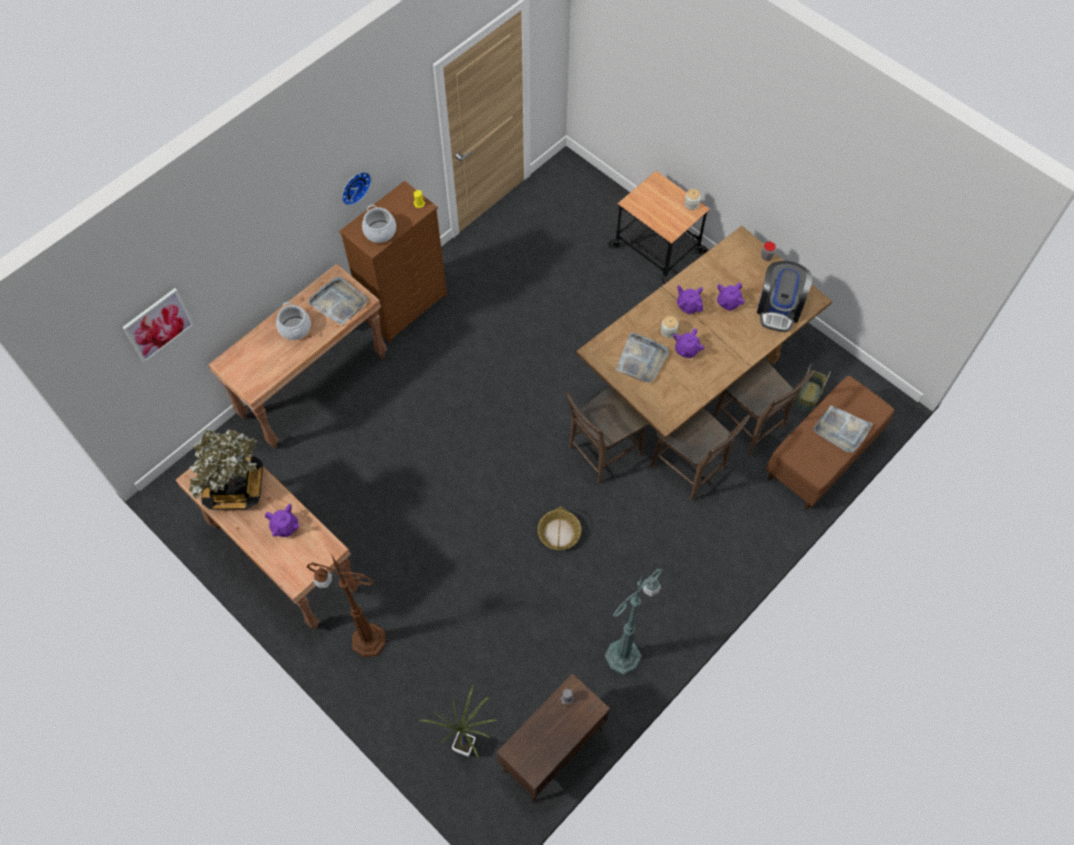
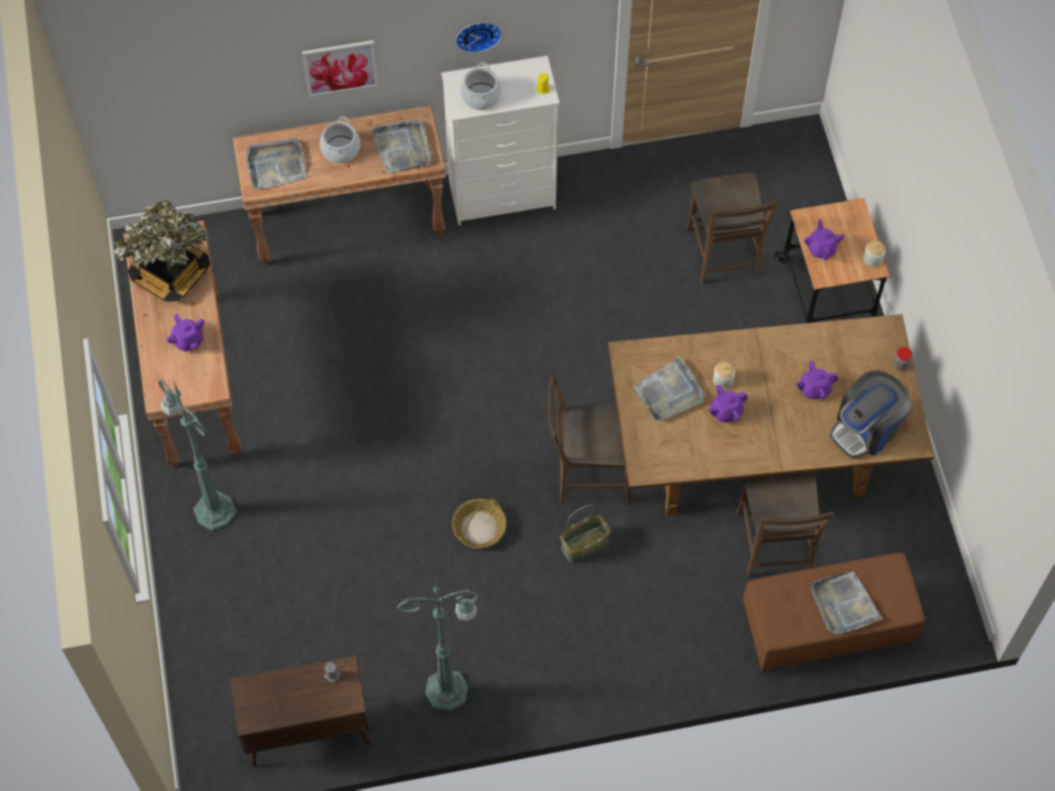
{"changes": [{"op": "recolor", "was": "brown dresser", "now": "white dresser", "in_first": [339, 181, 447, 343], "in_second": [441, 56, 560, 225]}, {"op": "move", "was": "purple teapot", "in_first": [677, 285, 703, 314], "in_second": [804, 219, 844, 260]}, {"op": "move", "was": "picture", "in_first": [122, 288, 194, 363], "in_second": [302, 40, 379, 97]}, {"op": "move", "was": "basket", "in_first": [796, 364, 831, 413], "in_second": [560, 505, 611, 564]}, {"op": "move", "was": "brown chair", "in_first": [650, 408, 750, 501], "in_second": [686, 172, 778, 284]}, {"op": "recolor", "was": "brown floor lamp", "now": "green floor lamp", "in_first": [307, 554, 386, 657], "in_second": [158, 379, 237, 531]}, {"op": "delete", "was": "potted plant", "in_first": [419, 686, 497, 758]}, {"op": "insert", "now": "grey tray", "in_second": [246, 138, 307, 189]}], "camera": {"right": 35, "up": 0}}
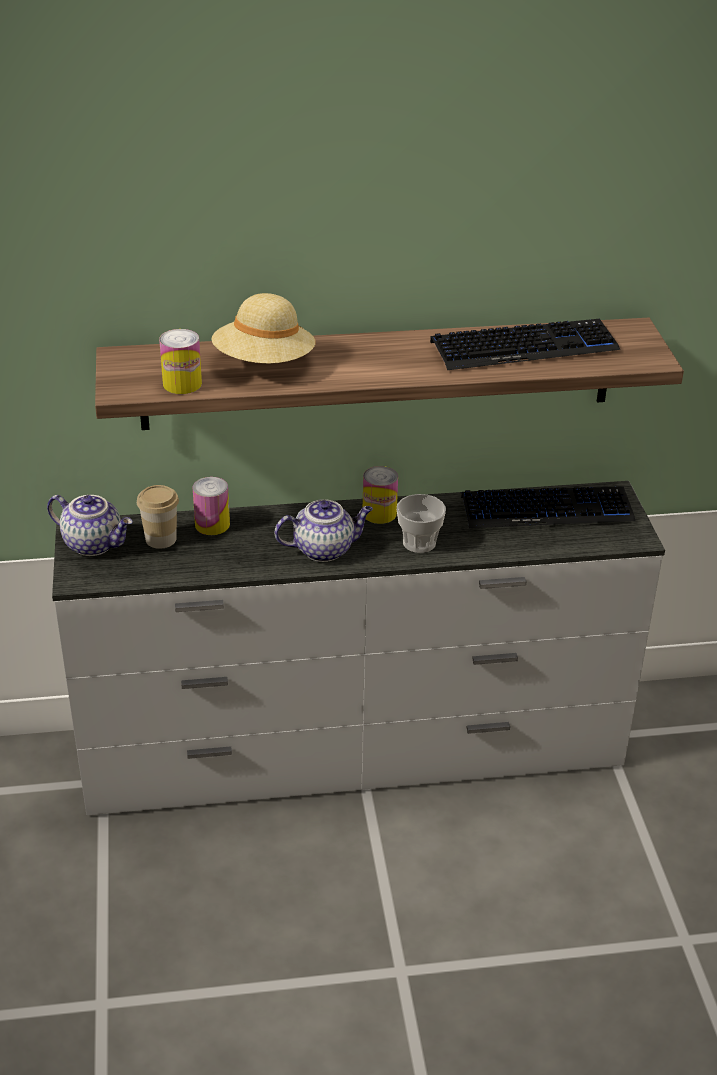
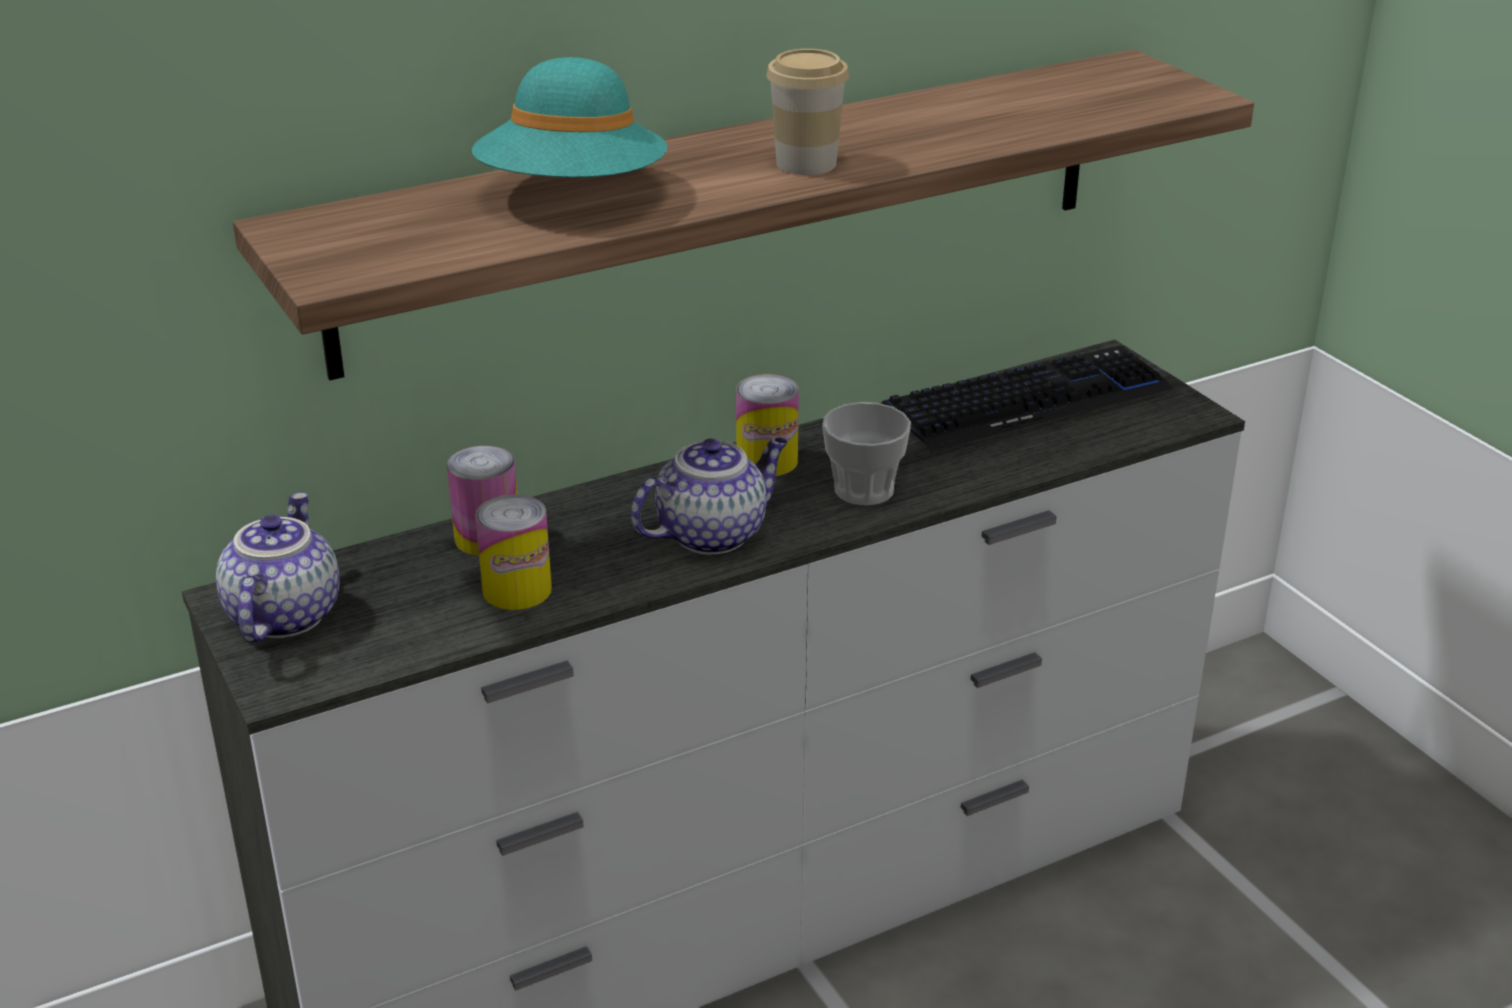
{"changes": [{"op": "recolor", "was": "beige hat", "now": "turquoise hat", "in_first": [212, 293, 315, 364], "in_second": [472, 57, 668, 177]}, {"op": "delete", "was": "keyboard", "in_first": [430, 319, 620, 370]}, {"op": "move", "was": "can", "in_first": [159, 329, 202, 394], "in_second": [475, 494, 552, 610]}, {"op": "move", "was": "cup", "in_first": [137, 485, 179, 549], "in_second": [767, 49, 849, 175]}, {"op": "rotate", "was": "teapot", "in_first": [47, 495, 133, 556], "in_second": [216, 492, 340, 642], "clockwise": -90}], "camera": {"right": -20, "up": -5}}
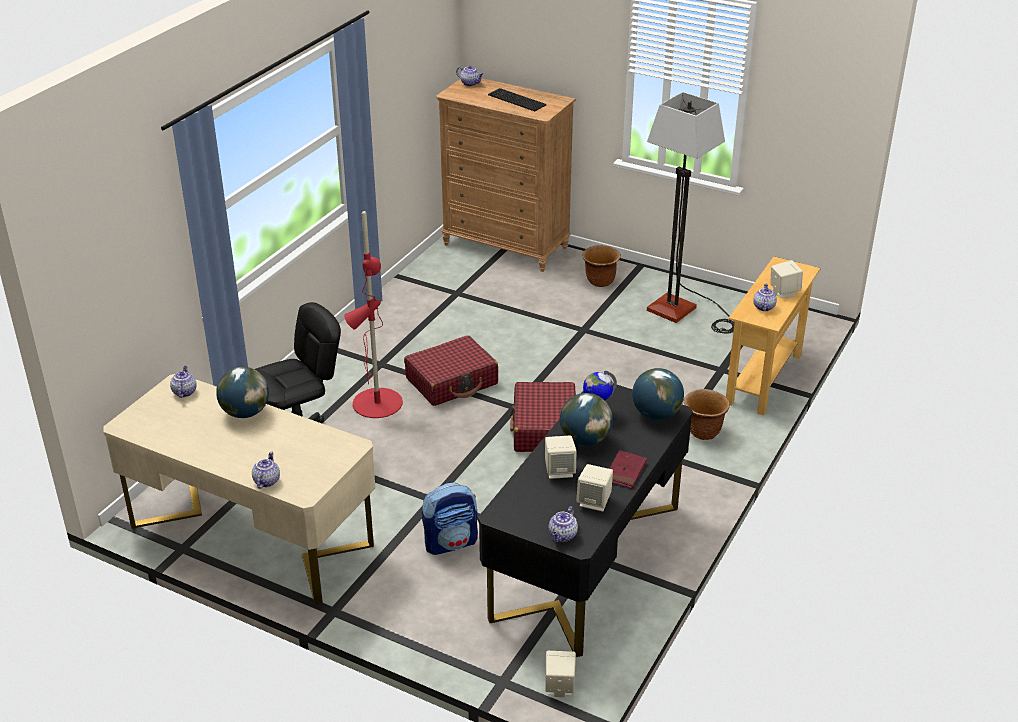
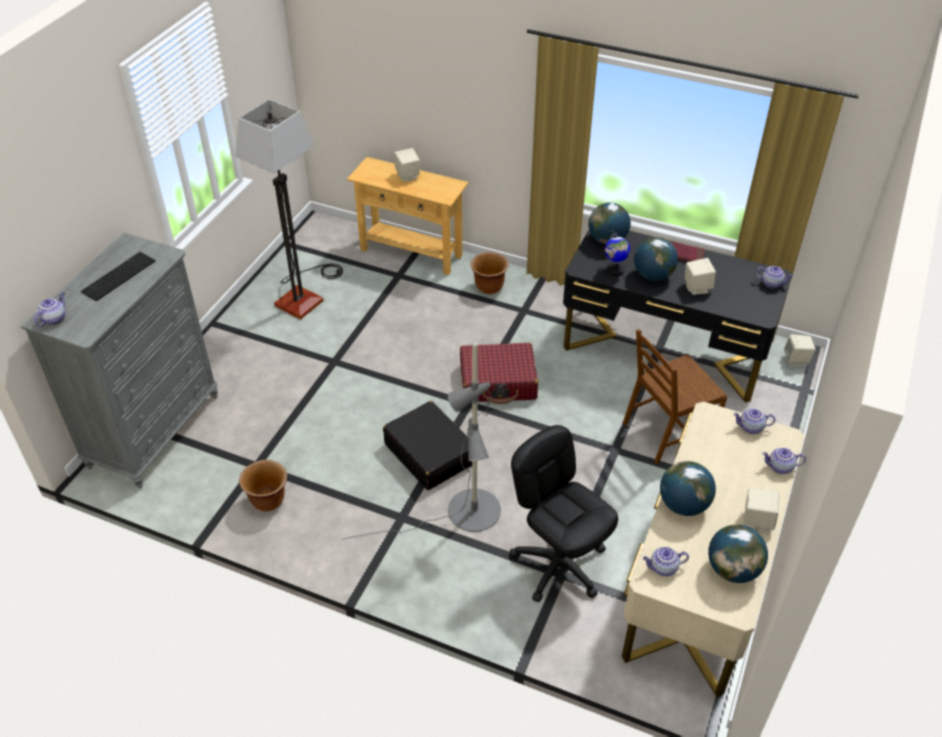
{"changes": [{"op": "recolor", "was": "brown dresser", "now": "grey dresser", "in_first": [436, 78, 576, 272], "in_second": [21, 233, 218, 488]}, {"op": "recolor", "was": "red floor lamp", "now": "grey floor lamp", "in_first": [344, 211, 403, 418], "in_second": [342, 342, 501, 540]}, {"op": "move", "was": "brown planter", "in_first": [582, 245, 621, 287], "in_second": [239, 460, 287, 511]}, {"op": "move", "was": "teapot", "in_first": [753, 284, 777, 311], "in_second": [733, 408, 775, 434]}, {"op": "recolor", "was": "red suitcase", "now": "black suitcase", "in_first": [404, 335, 498, 406], "in_second": [383, 401, 472, 490]}, {"op": "move", "was": "beige speaker", "in_first": [576, 464, 613, 512], "in_second": [744, 488, 779, 533]}, {"op": "replace", "was": "backpack", "now": "brown chair", "in_first": [422, 482, 478, 555], "in_second": [623, 329, 727, 464]}, {"op": "insert", "now": "globe", "in_second": [708, 524, 768, 583]}], "camera": {"right": -95, "up": 10}}
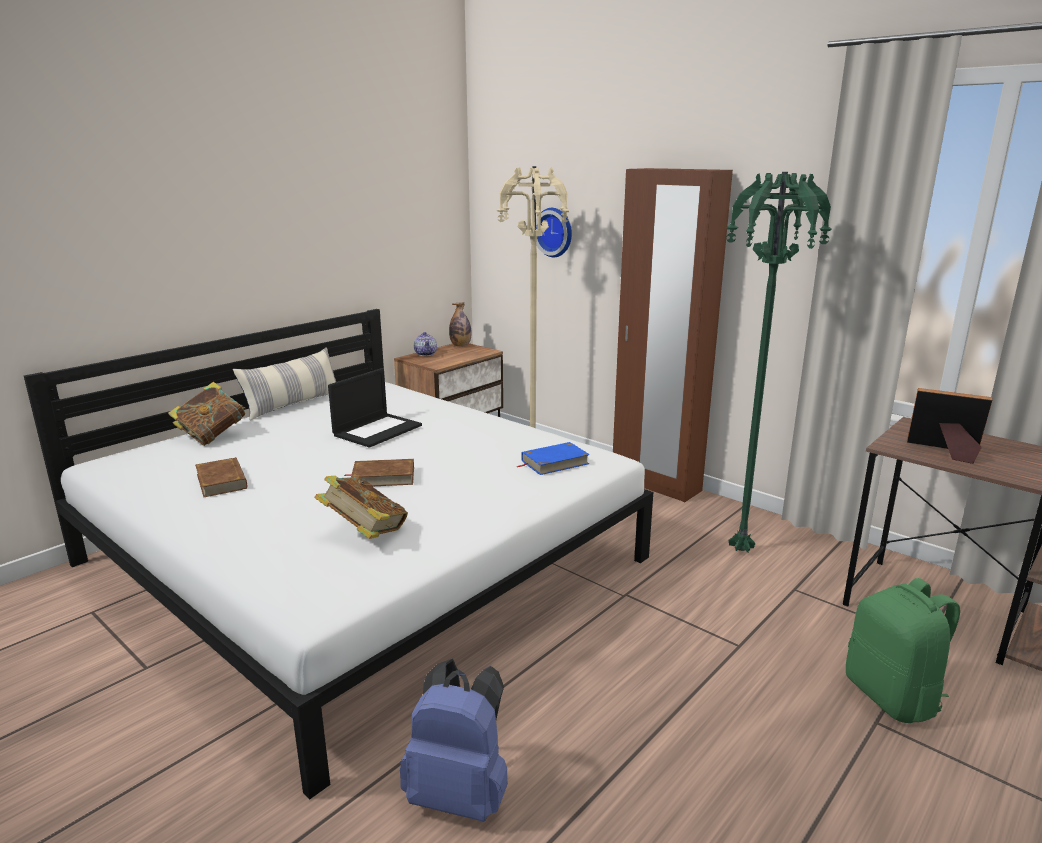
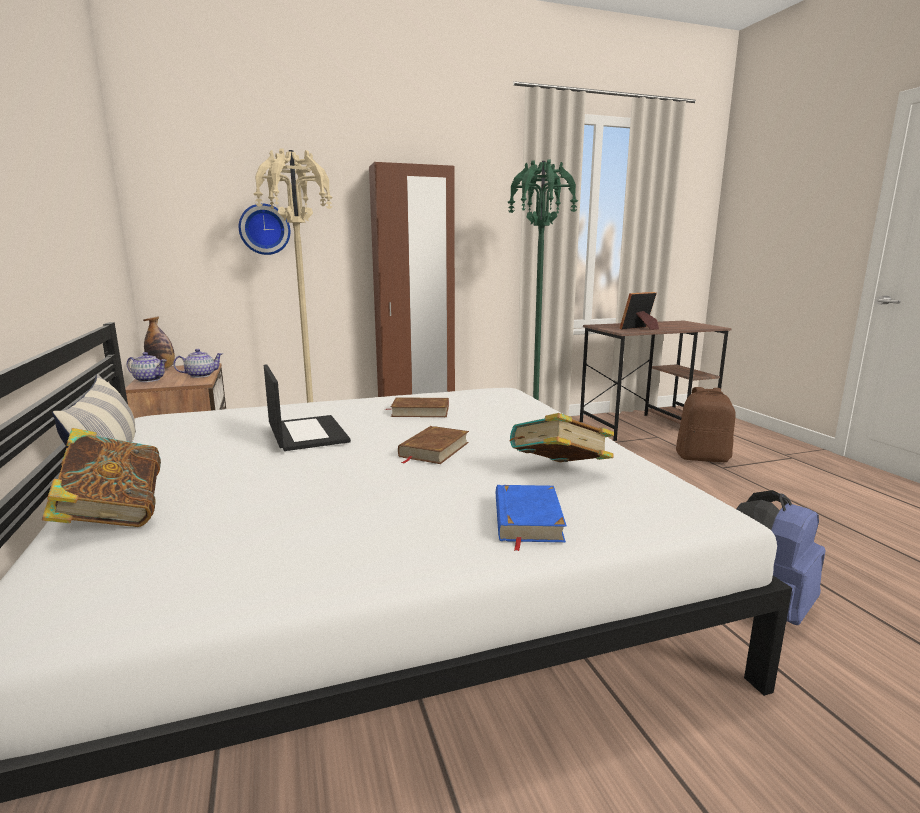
{"changes": [{"op": "move", "was": "blue book", "in_first": [517, 442, 590, 475], "in_second": [496, 485, 567, 551]}, {"op": "move", "was": "brown book", "in_first": [195, 457, 247, 497], "in_second": [385, 397, 449, 417]}, {"op": "recolor", "was": "green backpack", "now": "brown backpack", "in_first": [846, 578, 960, 723], "in_second": [676, 387, 736, 462]}, {"op": "insert", "now": "teapot", "in_second": [173, 349, 223, 378]}], "camera": {"right": -60, "up": -5}}
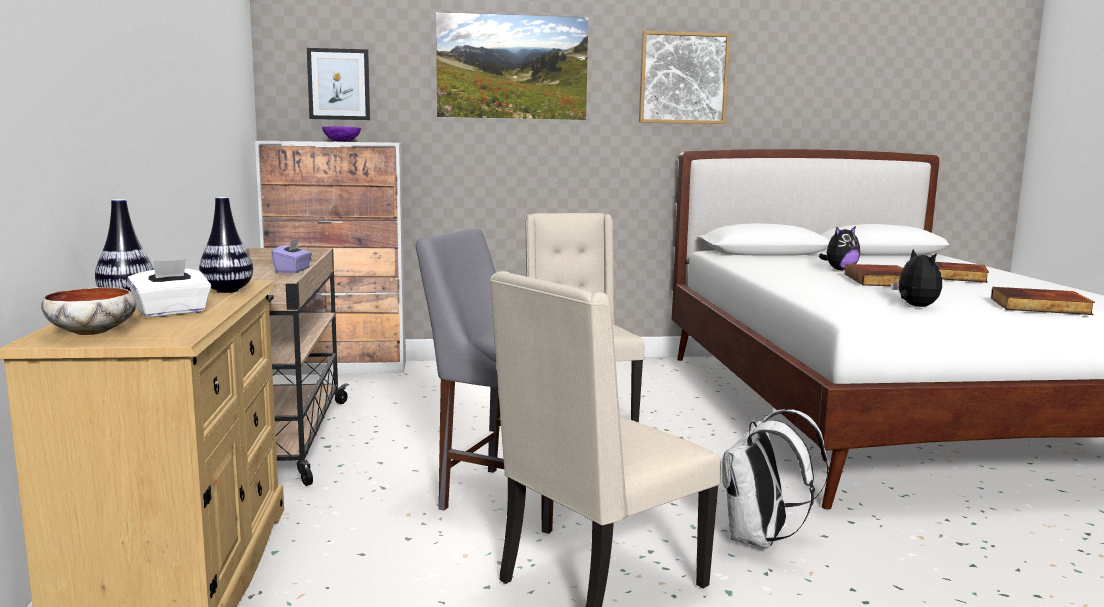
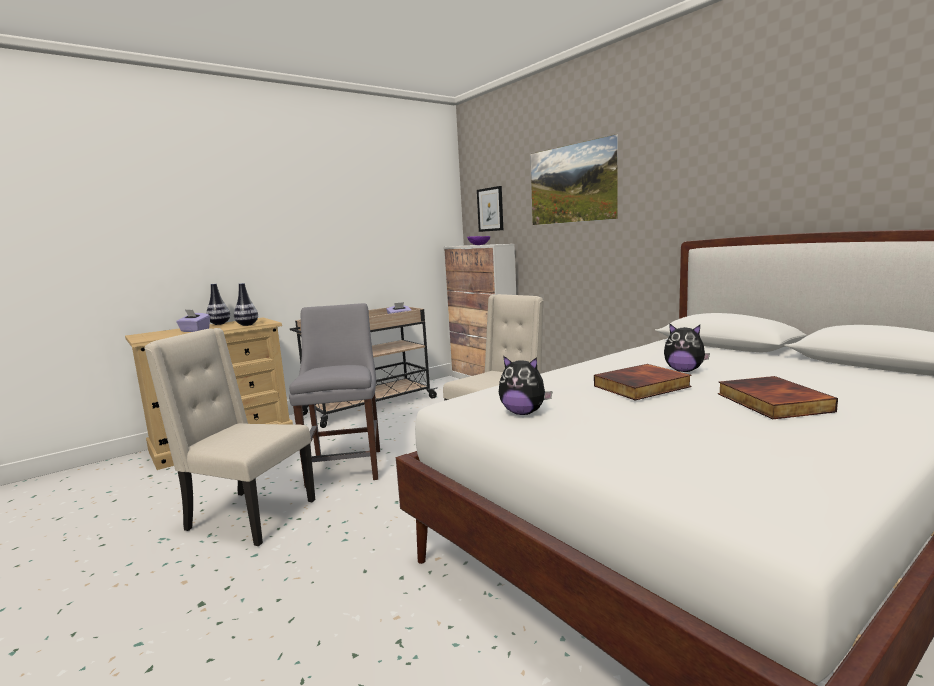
{"changes": [{"op": "delete", "was": "picture", "in_first": [639, 31, 730, 124]}, {"op": "rotate", "was": "plush toy", "in_first": [891, 249, 942, 307], "in_second": [499, 356, 553, 415], "clockwise": 75}, {"op": "recolor", "was": "white tissue box", "now": "purple tissue box", "in_first": [127, 259, 211, 317], "in_second": [176, 310, 210, 332]}, {"op": "delete", "was": "bowl", "in_first": [41, 287, 136, 335]}, {"op": "delete", "was": "book", "in_first": [991, 287, 1095, 315]}, {"op": "delete", "was": "white backpack", "in_first": [722, 409, 829, 548]}], "camera": {"right": 60, "up": 0}}
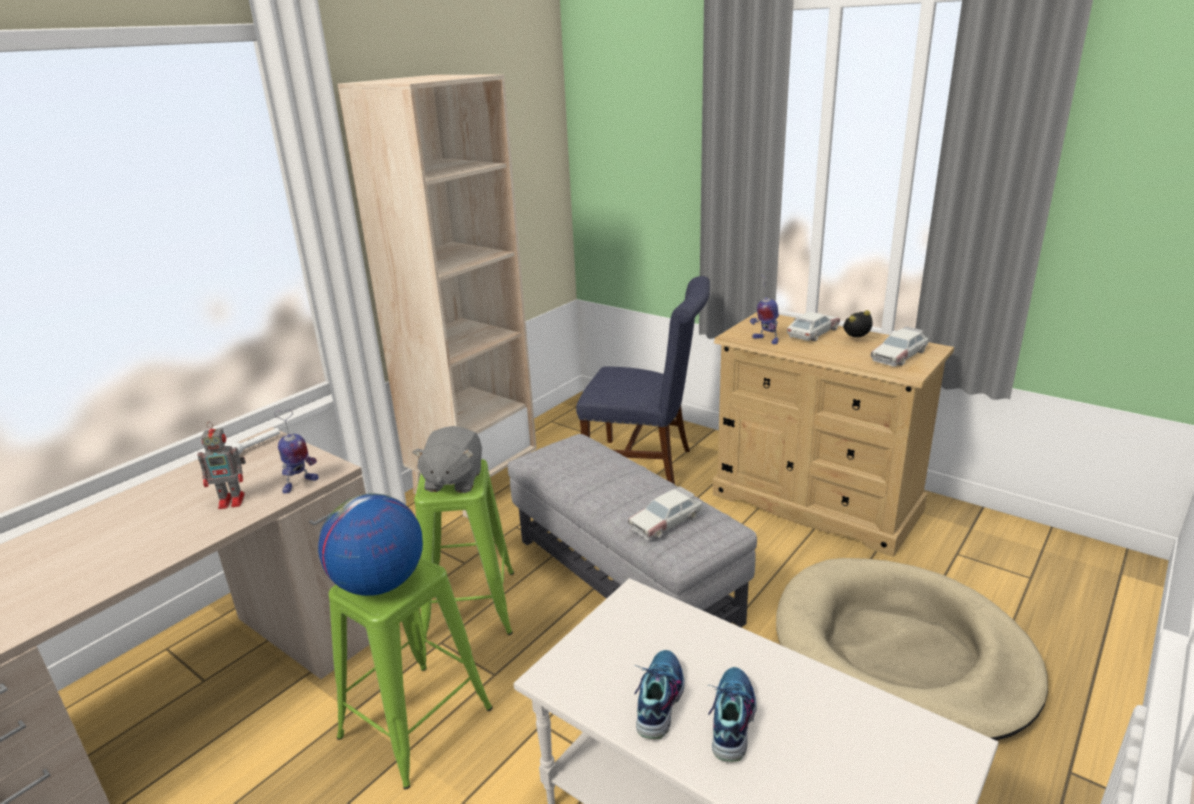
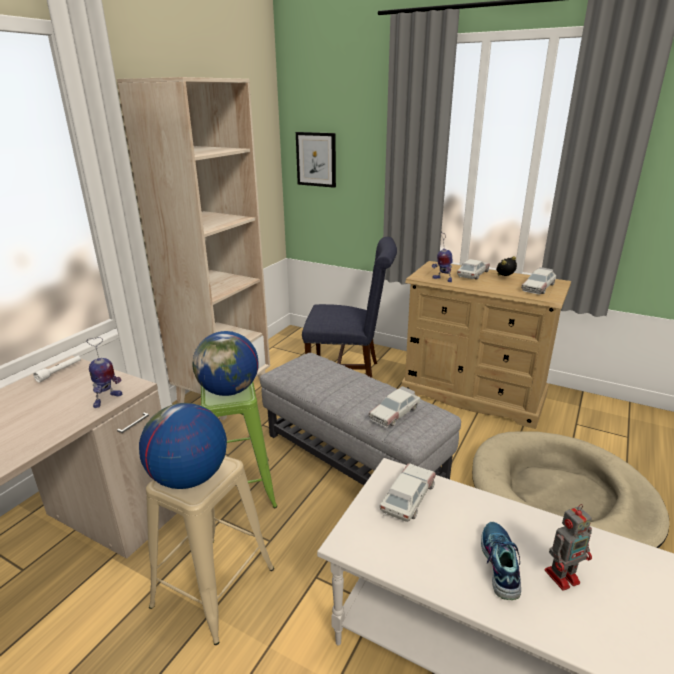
{"changes": [{"op": "move", "was": "toy robot", "in_first": [197, 422, 246, 509], "in_second": [544, 504, 592, 591]}, {"op": "replace", "was": "grey plush toy", "now": "globe", "in_first": [412, 426, 482, 493], "in_second": [192, 331, 259, 396]}, {"op": "recolor", "was": "green stool", "now": "beige stool", "in_first": [329, 557, 493, 789], "in_second": [146, 456, 274, 645]}, {"op": "delete", "was": "shoe", "in_first": [634, 650, 685, 739]}, {"op": "insert", "now": "picture", "in_second": [296, 132, 336, 188]}, {"op": "insert", "now": "toy car", "in_second": [380, 463, 436, 522]}], "camera": {"right": -10, "up": 0}}
